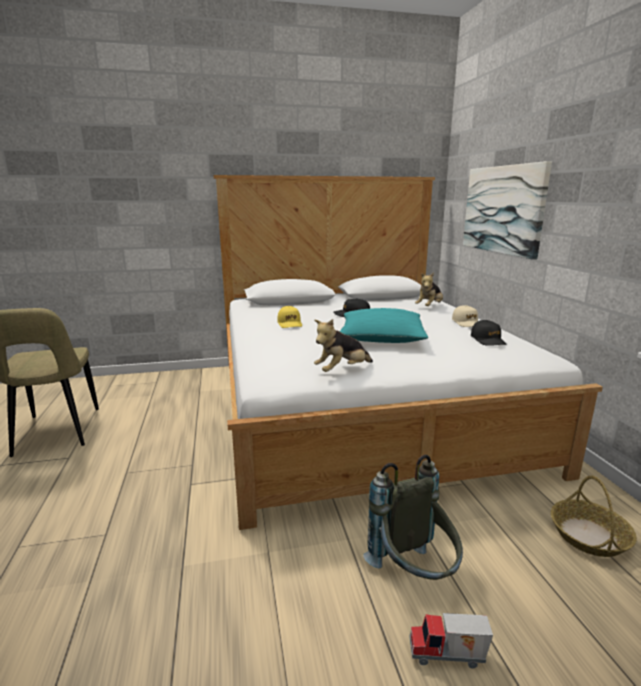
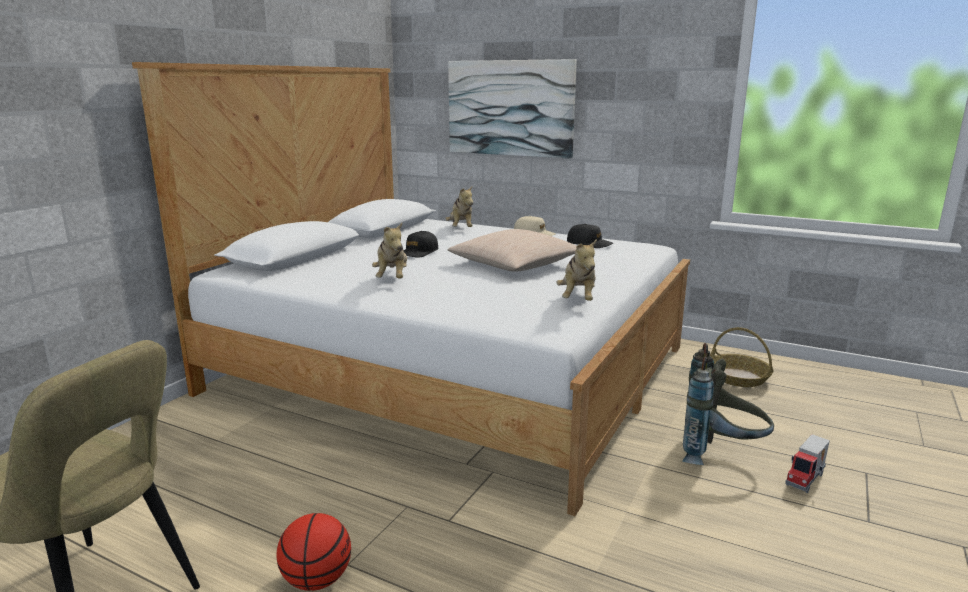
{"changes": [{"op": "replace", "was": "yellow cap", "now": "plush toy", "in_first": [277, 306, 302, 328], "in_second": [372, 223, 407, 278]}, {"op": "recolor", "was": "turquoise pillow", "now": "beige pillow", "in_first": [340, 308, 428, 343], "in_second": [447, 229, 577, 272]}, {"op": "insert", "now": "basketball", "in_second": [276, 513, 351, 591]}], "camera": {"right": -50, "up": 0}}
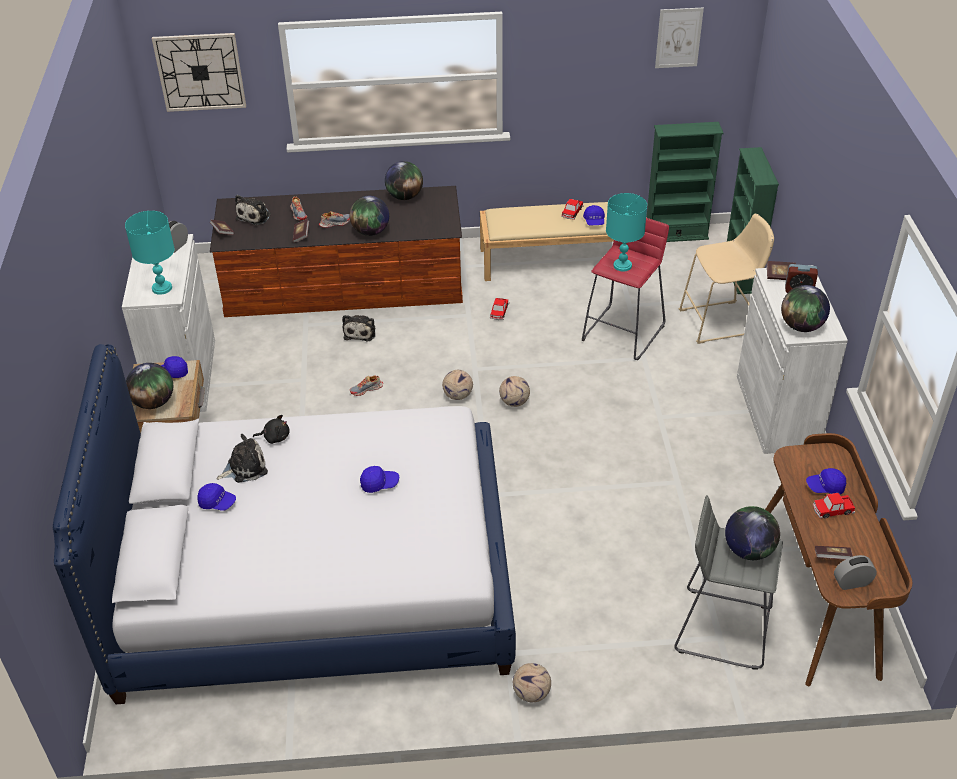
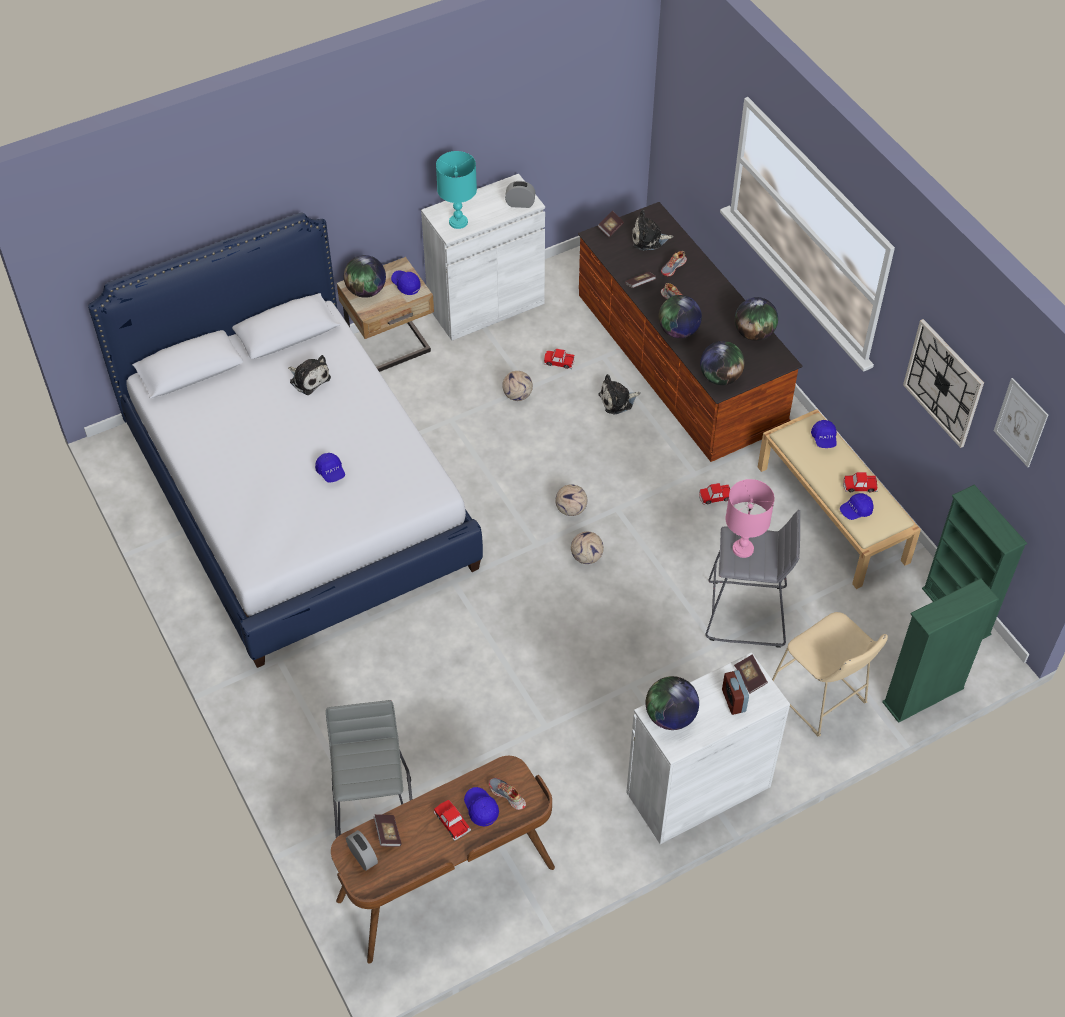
{"changes": [{"op": "move", "was": "wall clock", "in_first": [152, 33, 246, 112], "in_second": [903, 319, 984, 448]}, {"op": "recolor", "was": "turquoise table lamp", "now": "pink table lamp", "in_first": [606, 193, 647, 271], "in_second": [726, 479, 774, 558]}, {"op": "recolor", "was": "red stool", "now": "grey stool", "in_first": [582, 218, 669, 360], "in_second": [706, 510, 800, 648]}, {"op": "move", "was": "shoe", "in_first": [350, 376, 383, 396], "in_second": [489, 778, 526, 810]}, {"op": "delete", "was": "black plush toy", "in_first": [253, 415, 290, 444]}, {"op": "move", "was": "blue cap", "in_first": [198, 483, 236, 511], "in_second": [811, 420, 837, 448]}, {"op": "move", "was": "globe", "in_first": [725, 506, 780, 560], "in_second": [700, 341, 745, 385]}, {"op": "move", "was": "football", "in_first": [513, 663, 551, 702], "in_second": [502, 371, 533, 401]}, {"op": "insert", "now": "toy car", "in_second": [544, 348, 575, 369]}], "camera": {"right": 65, "up": 10}}
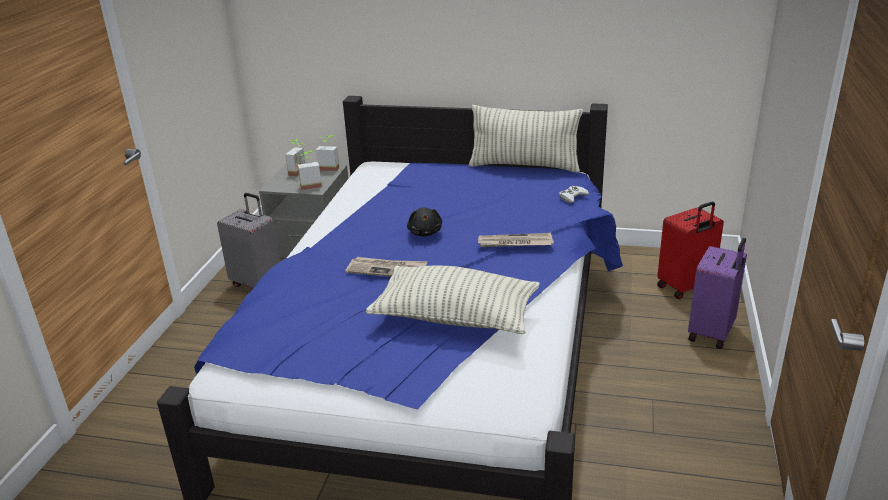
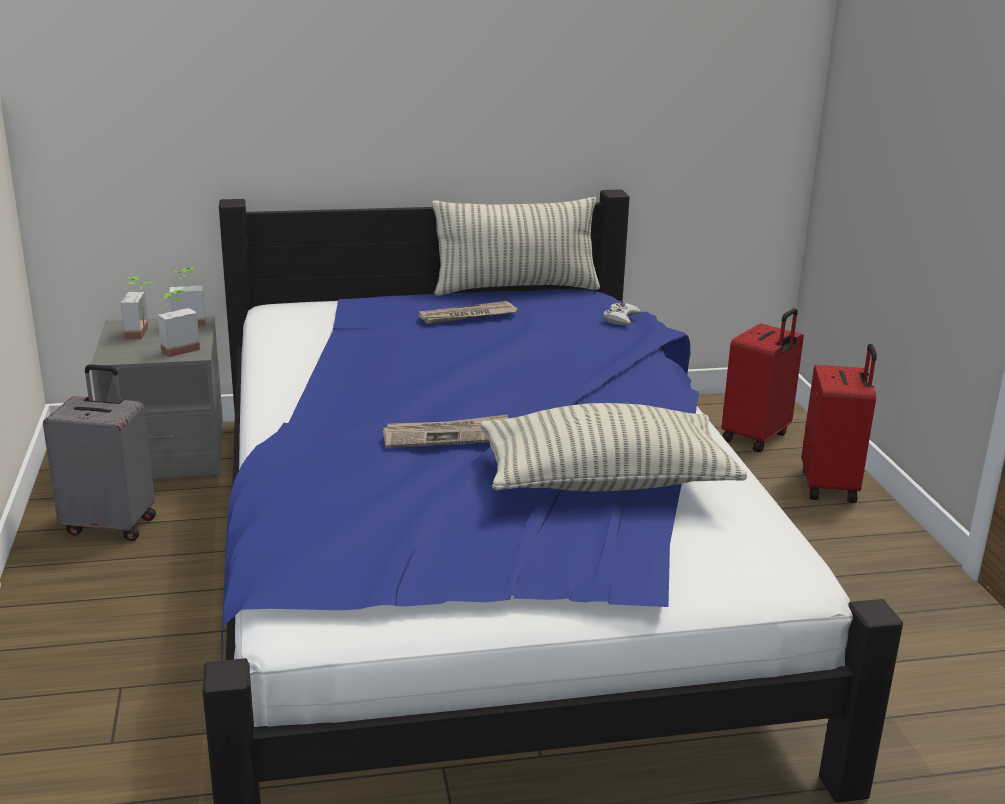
{"changes": [{"op": "delete", "was": "black plush toy", "in_first": [407, 207, 442, 236]}, {"op": "move", "was": "newspaper", "in_first": [478, 233, 554, 247], "in_second": [419, 301, 518, 324]}, {"op": "recolor", "was": "purple suitcase", "now": "red suitcase", "in_first": [688, 238, 747, 349], "in_second": [802, 344, 877, 503]}], "camera": {"right": -25, "up": -5}}
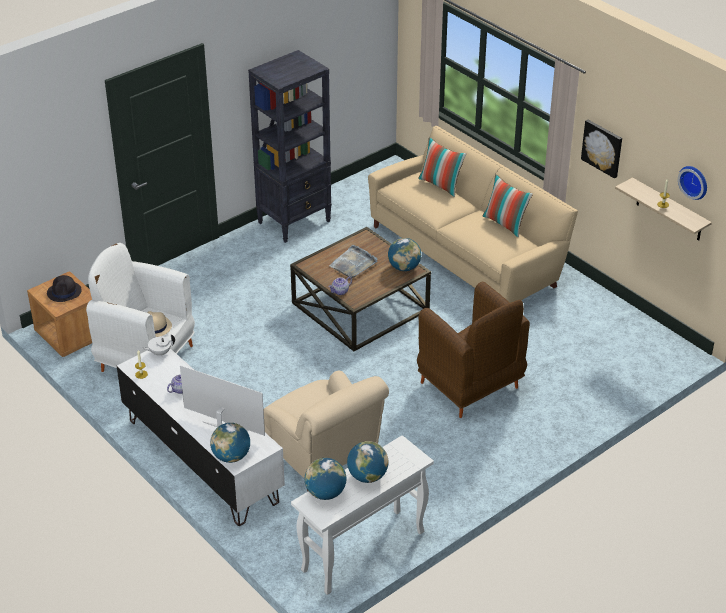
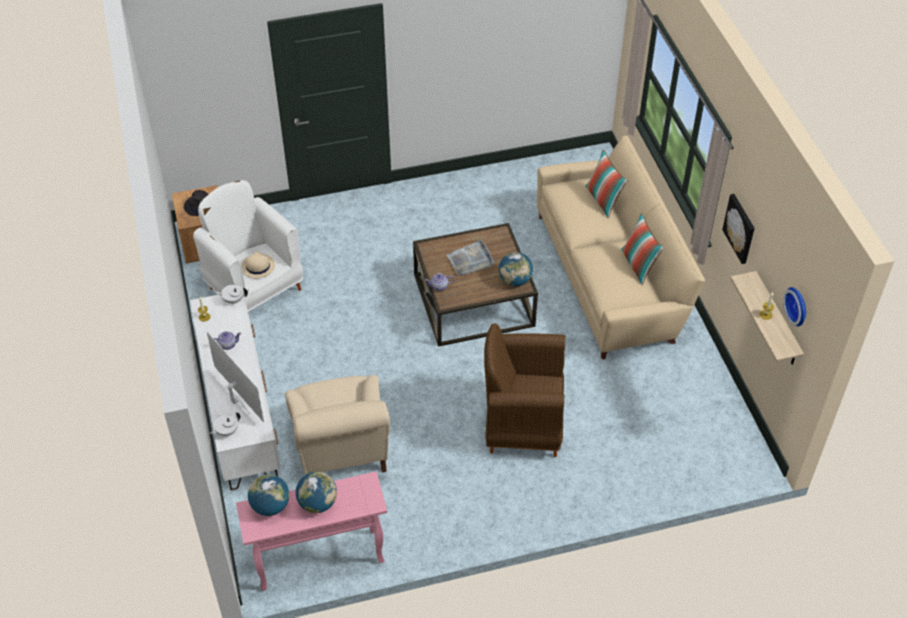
{"changes": [{"op": "delete", "was": "black bookcase", "in_first": [248, 50, 332, 243]}, {"op": "rotate", "was": "brown armchair", "in_first": [417, 282, 530, 418], "in_second": [484, 323, 565, 457], "clockwise": 105}, {"op": "replace", "was": "globe", "now": "white teapot", "in_first": [210, 423, 250, 463], "in_second": [209, 412, 240, 436]}, {"op": "recolor", "was": "white console table", "now": "pink console table", "in_first": [291, 435, 434, 595], "in_second": [236, 471, 387, 591]}], "camera": {"right": 25, "up": 10}}
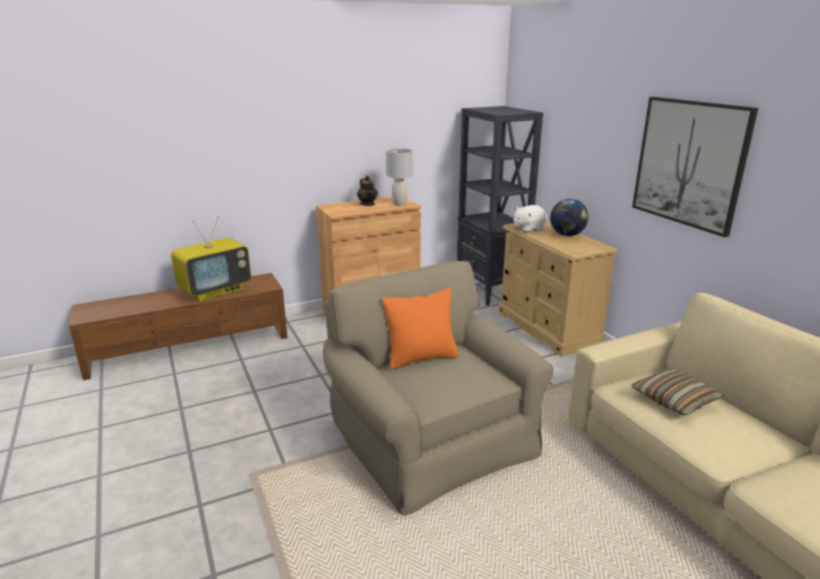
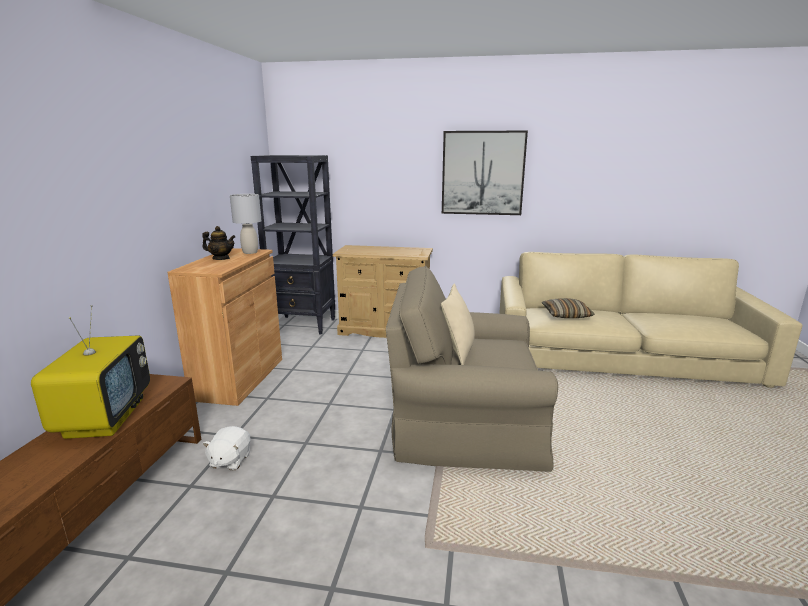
{"changes": [{"op": "delete", "was": "globe", "in_first": [550, 199, 589, 236]}, {"op": "move", "was": "white plush toy", "in_first": [514, 205, 547, 232], "in_second": [203, 426, 251, 471]}, {"op": "recolor", "was": "orange pillow", "now": "beige pillow", "in_first": [382, 288, 459, 369], "in_second": [441, 284, 475, 365]}], "camera": {"right": -55, "up": -5}}
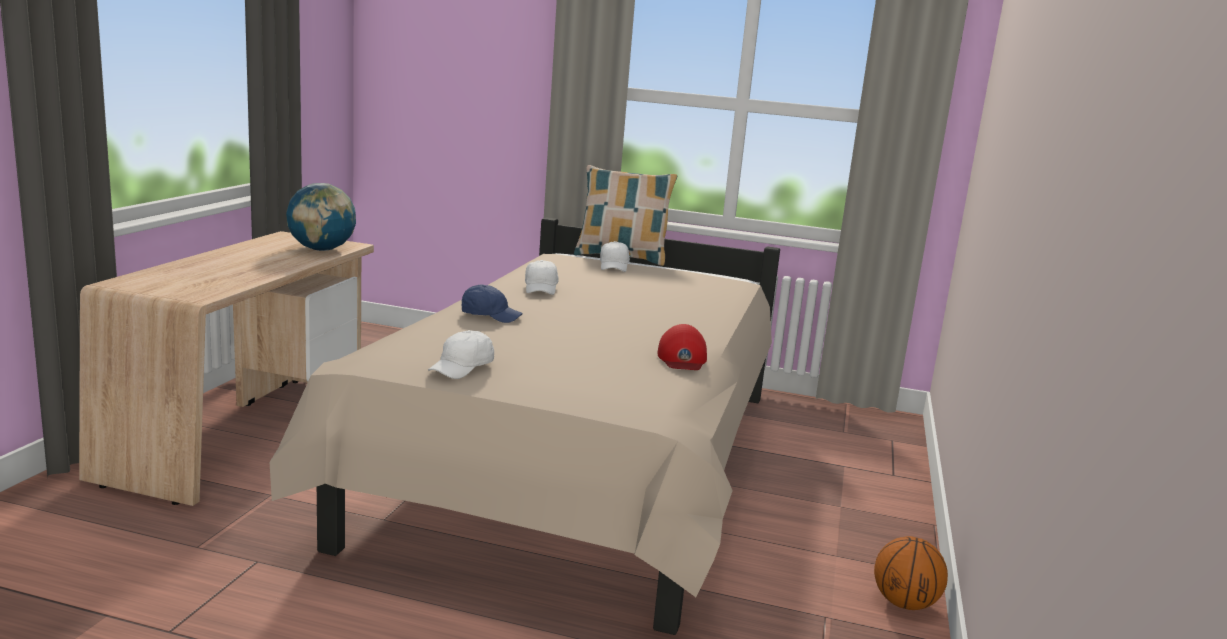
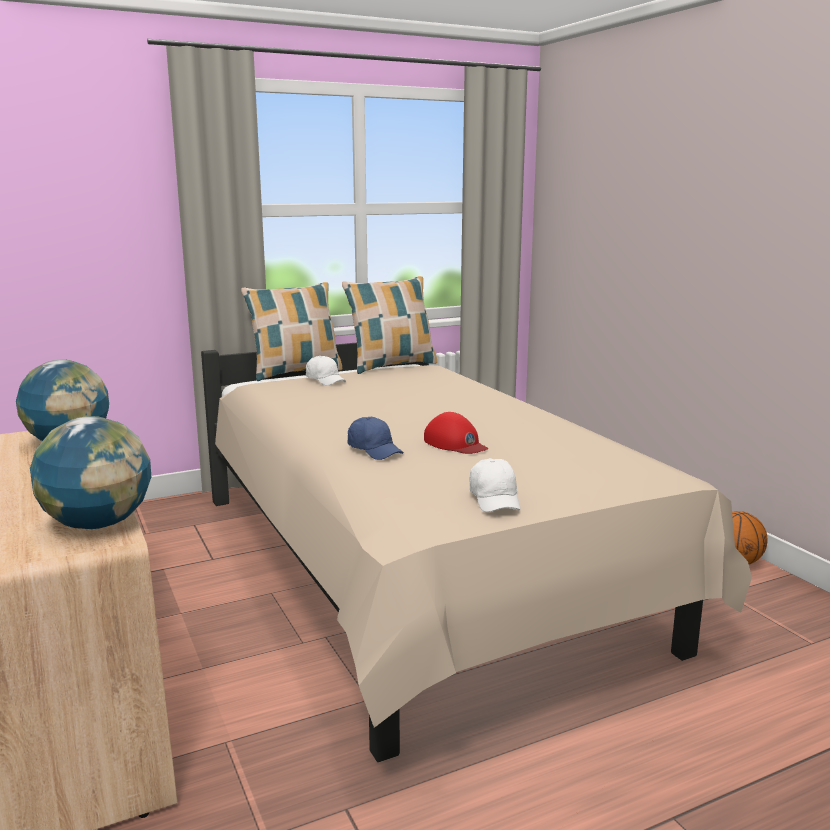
{"changes": [{"op": "delete", "was": "white cap", "in_first": [525, 260, 559, 295]}, {"op": "rotate", "was": "blue cap", "in_first": [461, 284, 523, 323], "in_second": [347, 417, 403, 460], "clockwise": 75}, {"op": "move", "was": "red cap", "in_first": [657, 324, 707, 370], "in_second": [424, 412, 488, 454]}, {"op": "insert", "now": "pillow", "in_second": [342, 276, 437, 374]}, {"op": "insert", "now": "globe", "in_second": [30, 416, 151, 529]}], "camera": {"right": -40, "up": 0}}
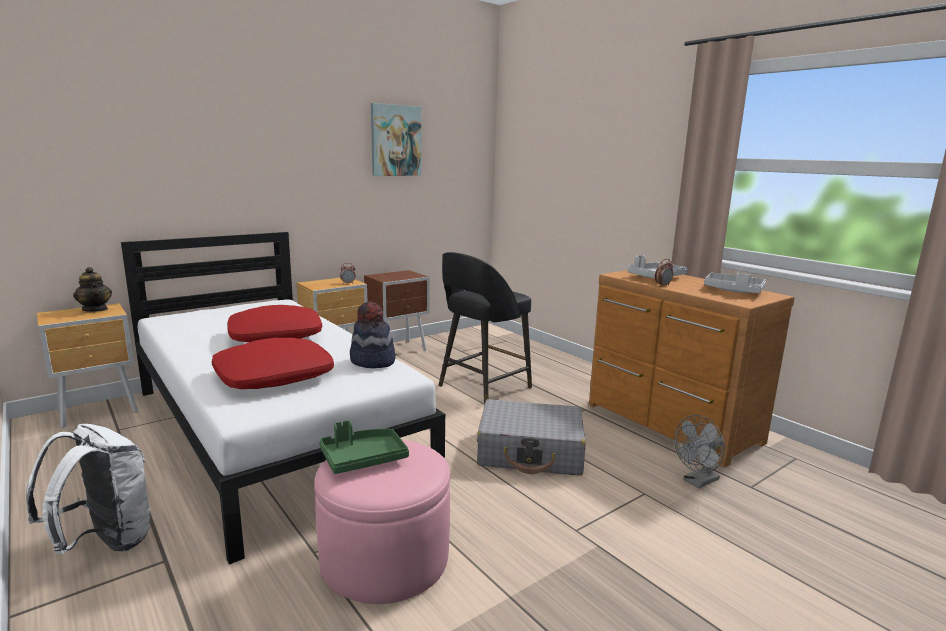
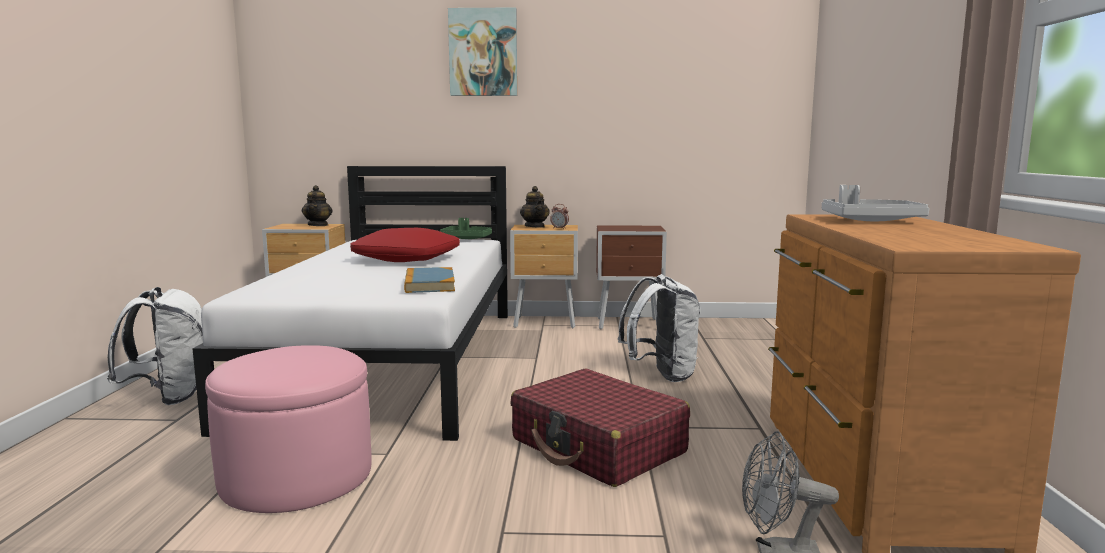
{"changes": [{"op": "move", "was": "picture", "in_first": [371, 103, 421, 176], "in_second": [448, 7, 517, 96]}, {"op": "replace", "was": "black stool", "now": "white backpack", "in_first": [438, 252, 532, 404], "in_second": [618, 274, 700, 382]}, {"op": "delete", "was": "alarm clock", "in_first": [655, 259, 673, 287]}, {"op": "delete", "was": "grey tray", "in_first": [704, 273, 766, 293]}, {"op": "replace", "was": "hat", "now": "book", "in_first": [350, 301, 396, 368], "in_second": [404, 267, 455, 293]}, {"op": "delete", "was": "red pillow", "in_first": [212, 338, 334, 389]}, {"op": "recolor", "was": "grey suitcase", "now": "red suitcase", "in_first": [477, 399, 586, 476], "in_second": [510, 368, 690, 487]}, {"op": "move", "was": "green tray", "in_first": [319, 420, 409, 474], "in_second": [440, 218, 492, 239]}, {"op": "insert", "now": "teapot", "in_second": [520, 186, 550, 228]}], "camera": {"right": 40, "up": -5}}
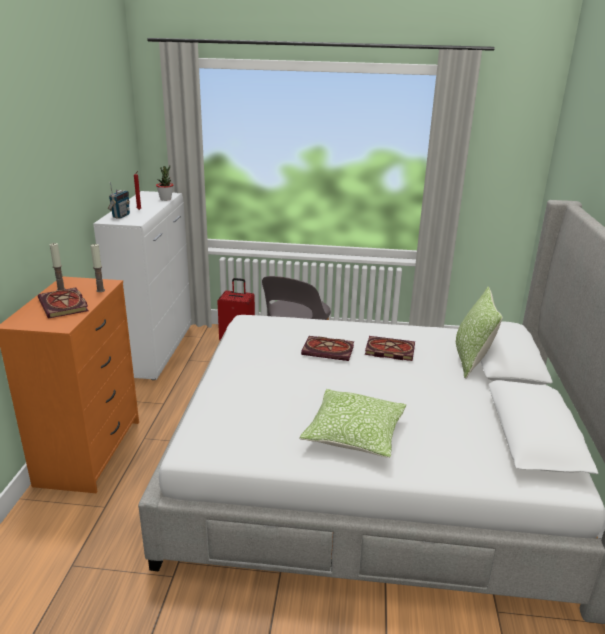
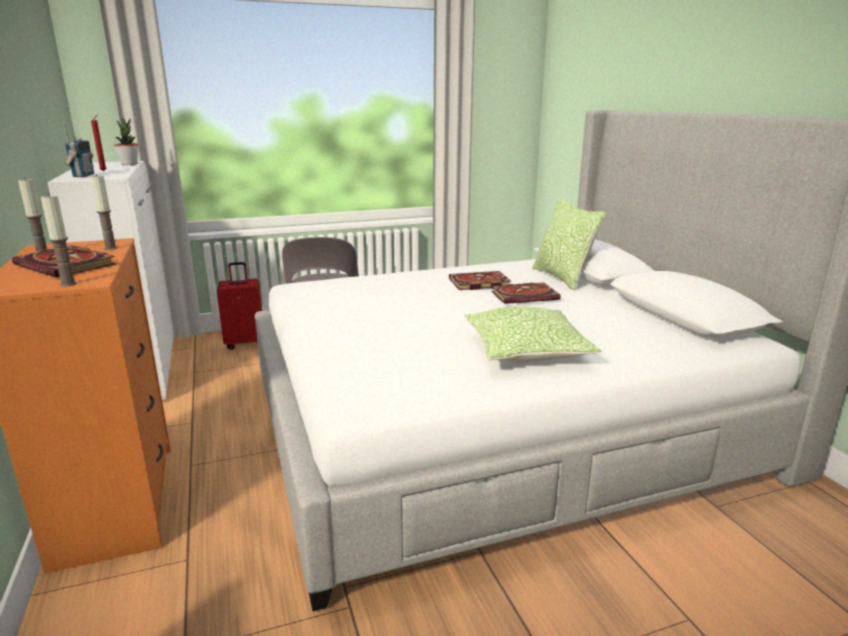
{"changes": [{"op": "move", "was": "book", "in_first": [301, 336, 354, 361], "in_second": [491, 282, 561, 304]}, {"op": "insert", "now": "candle", "in_second": [41, 193, 77, 287]}], "camera": {"right": -25, "up": -5}}
